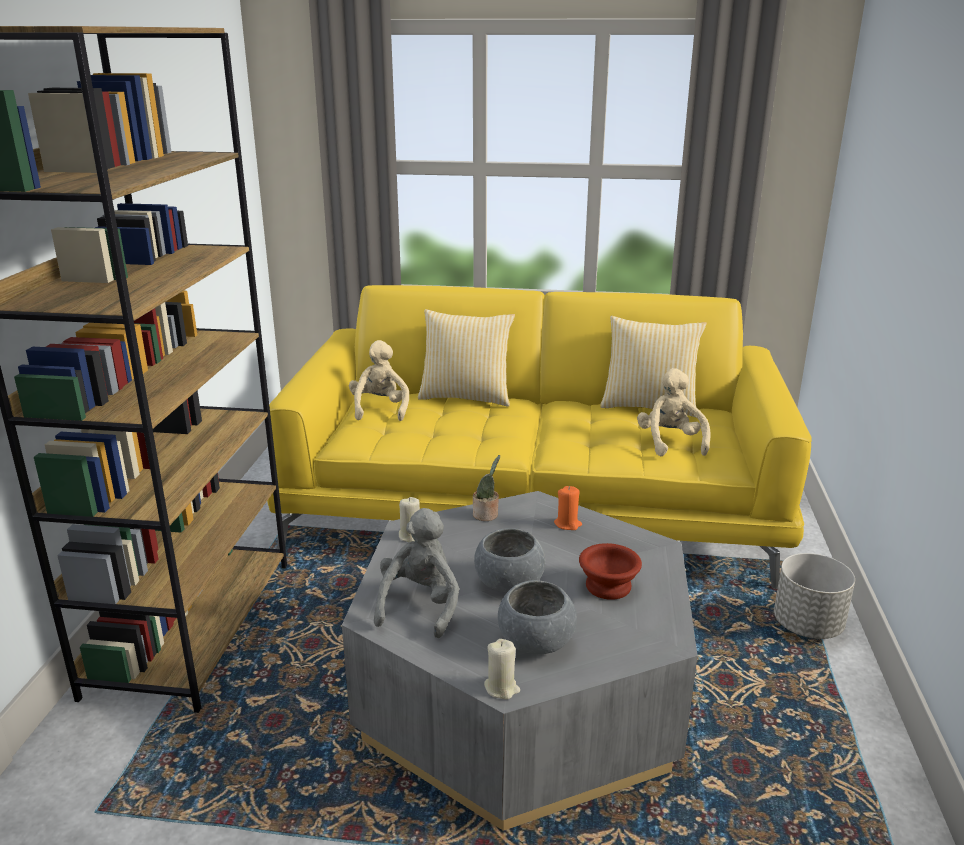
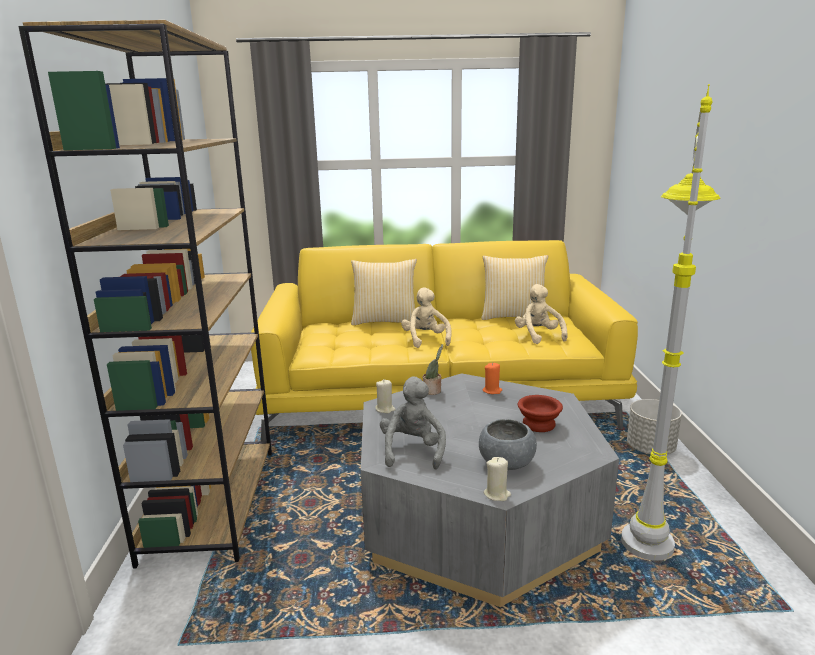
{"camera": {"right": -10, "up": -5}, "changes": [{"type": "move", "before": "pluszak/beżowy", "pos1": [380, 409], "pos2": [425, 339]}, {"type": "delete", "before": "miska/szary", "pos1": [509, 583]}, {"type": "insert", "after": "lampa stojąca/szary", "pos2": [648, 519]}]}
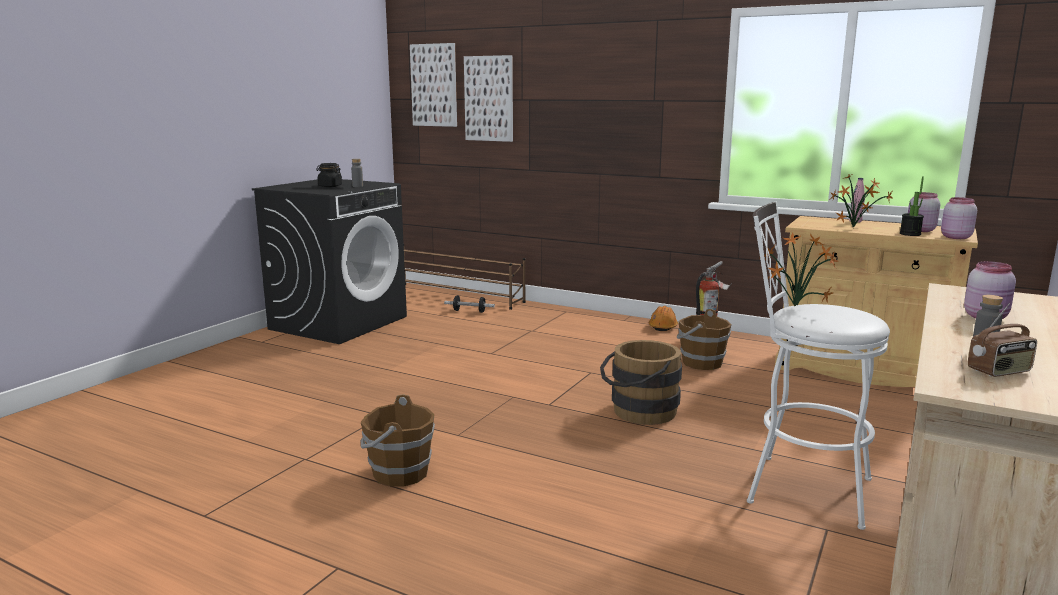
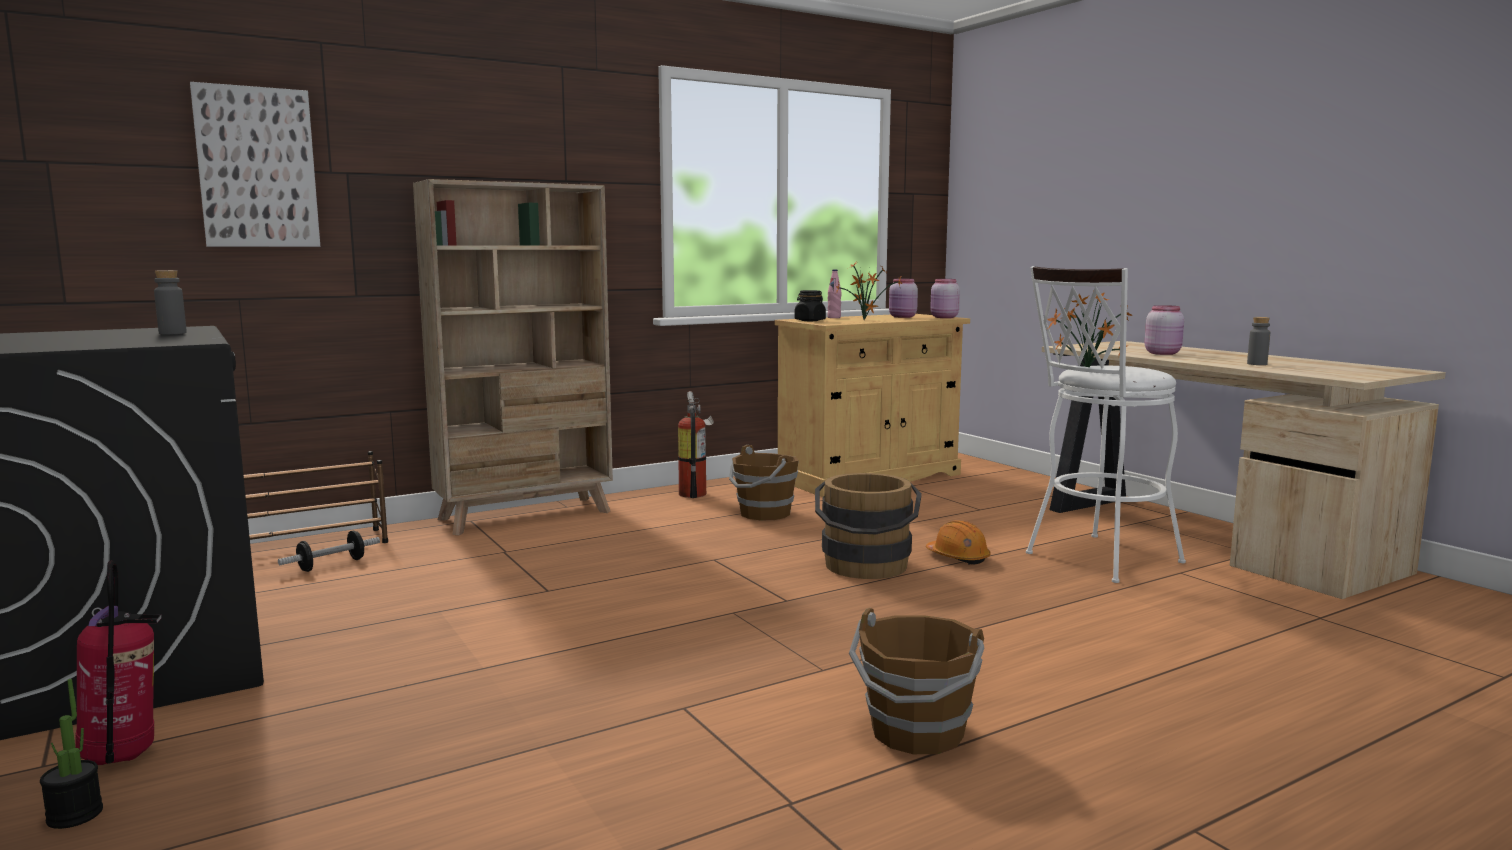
{"camera": {"right": -60, "up": -5}, "changes": [{"type": "move", "before": "słoik/czarny", "pos1": [330, 186], "pos2": [809, 320]}, {"type": "delete", "before": "obraz", "pos1": [434, 85]}, {"type": "move", "before": "kask/pomarańczowy", "pos1": [663, 327], "pos2": [958, 557]}, {"type": "move", "before": "roślina doniczkowa", "pos1": [910, 234], "pos2": [75, 815]}, {"type": "delete", "before": "radio", "pos1": [999, 371]}, {"type": "insert", "after": "gaśnica", "pos2": [123, 758]}, {"type": "insert", "after": "regał/beżowy", "pos2": [526, 516]}]}
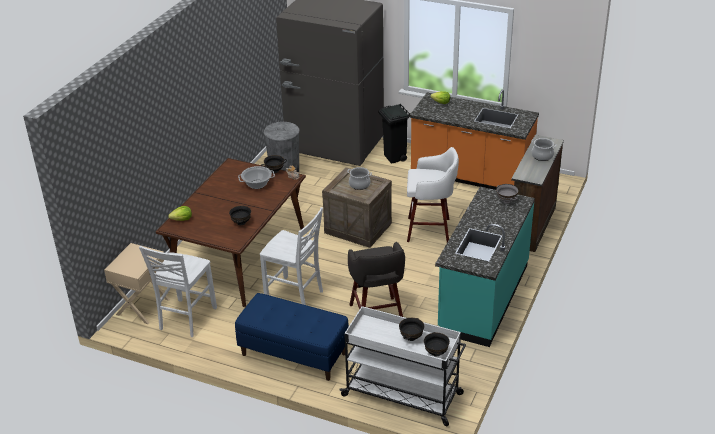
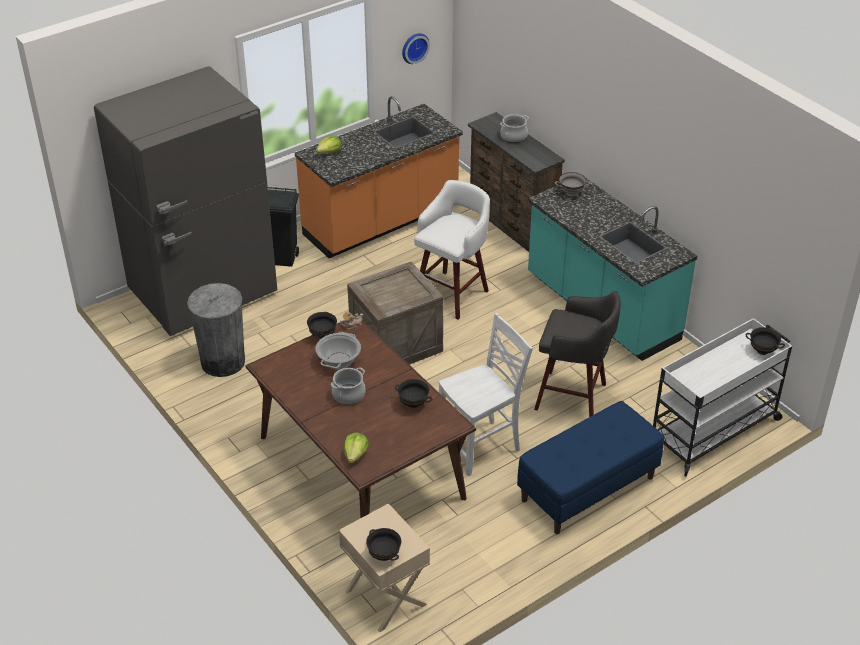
{"camera": {"right": -60, "up": 5}, "changes": [{"type": "delete", "before": "krzesło/biały", "pos1": [186, 319]}, {"type": "move", "before": "garnek", "pos1": [359, 185], "pos2": [348, 395]}, {"type": "move", "before": "miska/czarny", "pos1": [411, 337], "pos2": [383, 555]}, {"type": "insert", "after": "zegar ścienny", "pos2": [414, 47]}]}
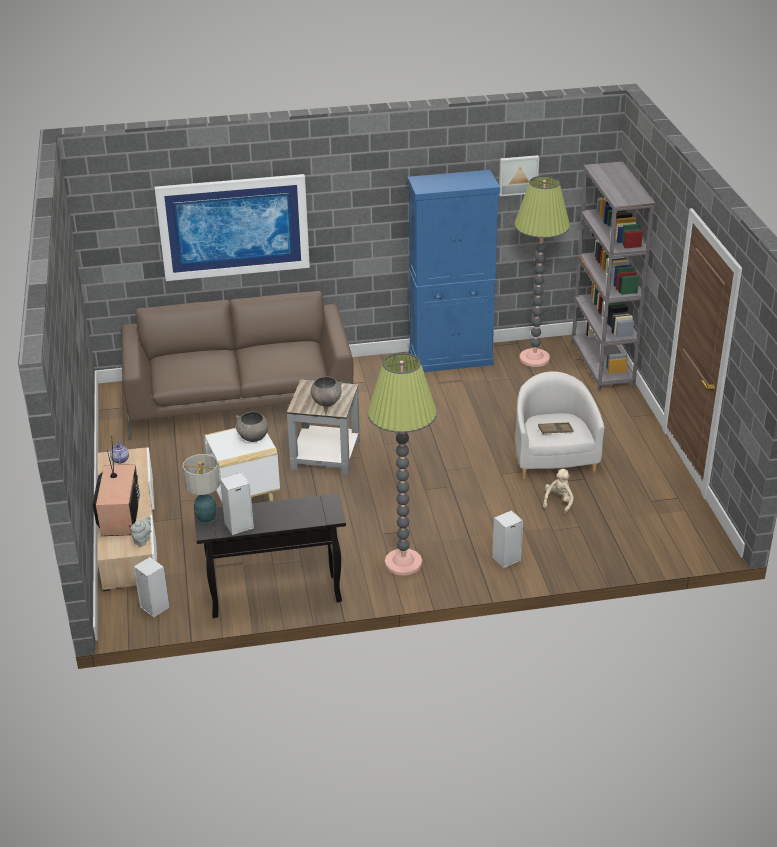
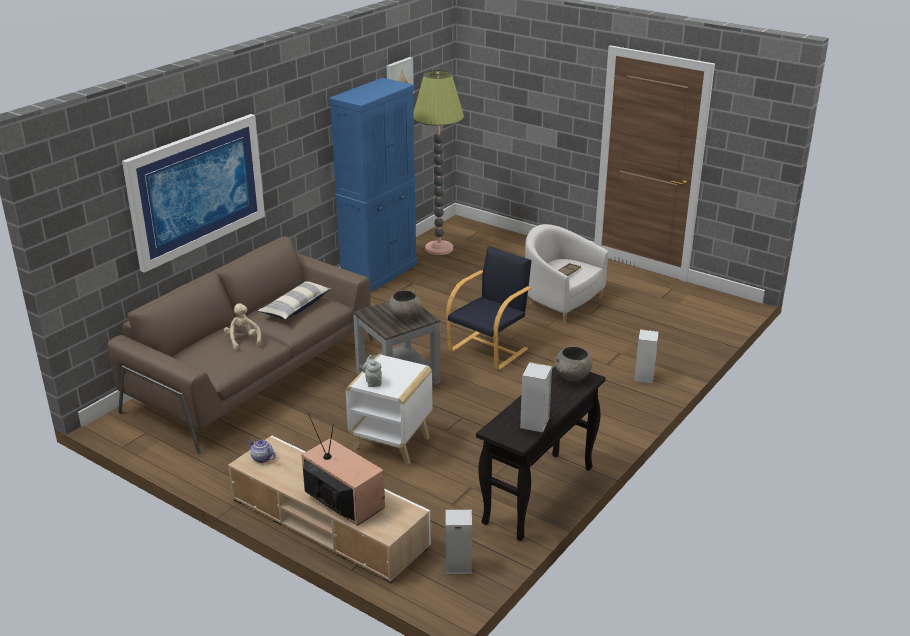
{"camera": {"right": -45, "up": -5}, "changes": [{"type": "move", "before": "imbryk/szary", "pos1": [143, 540], "pos2": [373, 382]}, {"type": "delete", "before": "lampa stołowa", "pos1": [206, 518]}, {"type": "move", "before": "miska/szary", "pos1": [253, 438], "pos2": [572, 377]}, {"type": "delete", "before": "lampa stojąca", "pos1": [403, 563]}, {"type": "move", "before": "pluszak/beżowy", "pos1": [558, 502], "pos2": [243, 340]}, {"type": "delete", "before": "regał/szary", "pos1": [602, 365]}, {"type": "insert", "after": "poduszka", "pos2": [296, 307]}, {"type": "insert", "after": "fotel/czarny", "pos2": [489, 349]}]}
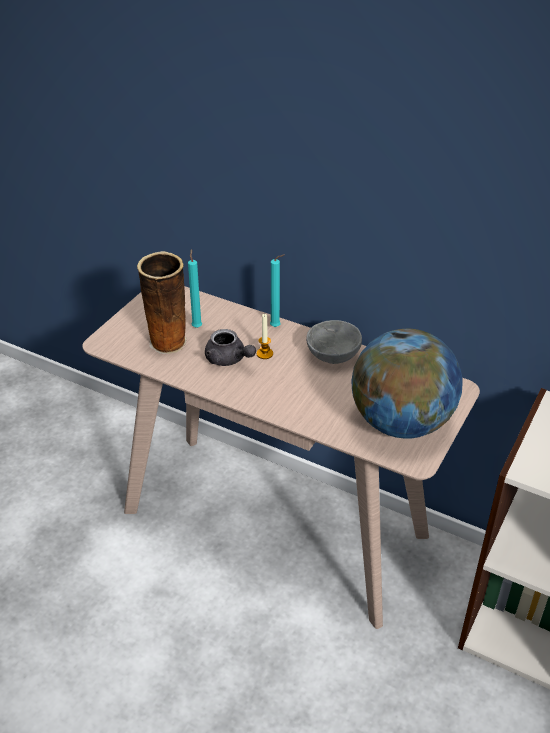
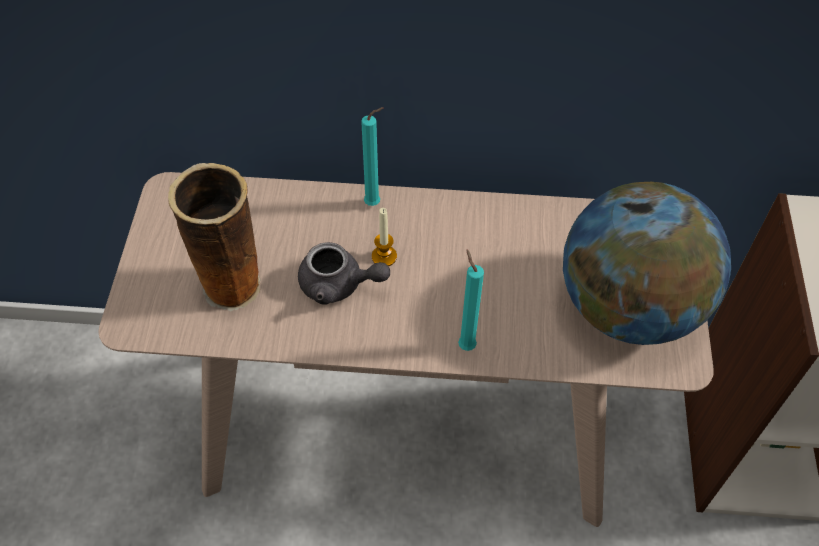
{"camera": {"right": -25, "up": 15}, "changes": [{"type": "move", "before": "świeca/turkusowy", "pos1": [197, 326], "pos2": [465, 344]}, {"type": "delete", "before": "miska/szary", "pos1": [332, 355]}]}
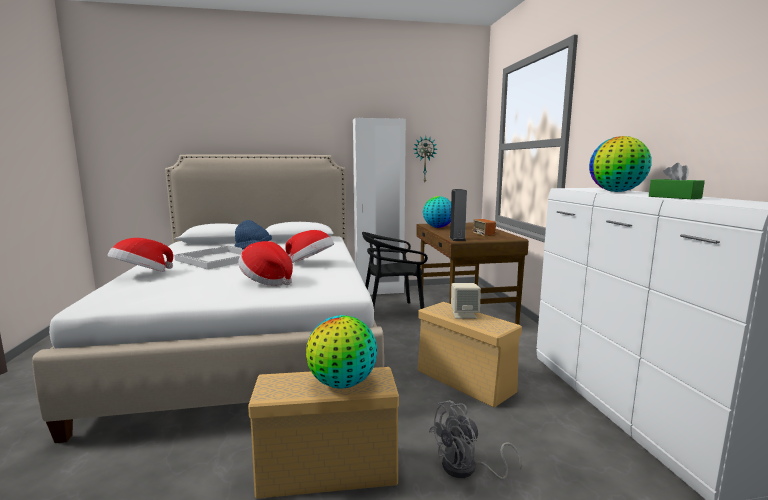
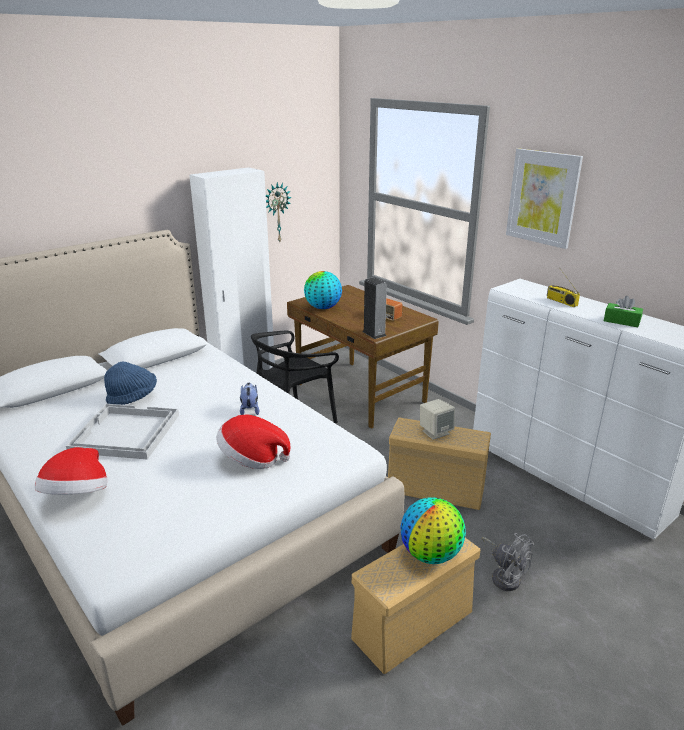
{"camera": {"right": -30, "up": 15}, "changes": [{"type": "replace", "before": "kapelusz", "after": "pluszak", "pos1": [311, 263], "pos2": [250, 410]}, {"type": "rotate", "before": "wentylator/szary", "pos1": [467, 469], "pos2": [504, 576], "turn": -75}, {"type": "replace", "before": "globus", "after": "radio", "pos1": [616, 192], "pos2": [561, 301]}, {"type": "insert", "after": "obraz", "pos2": [543, 197]}]}
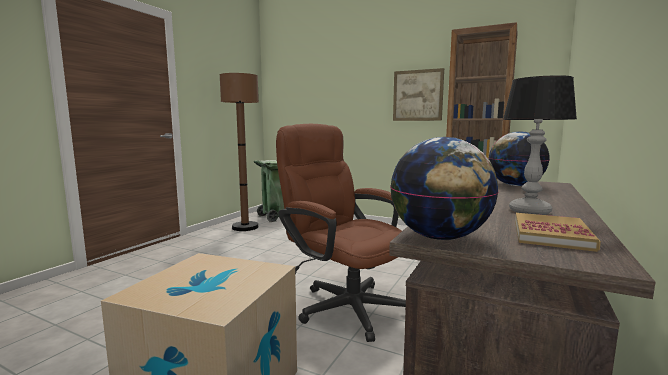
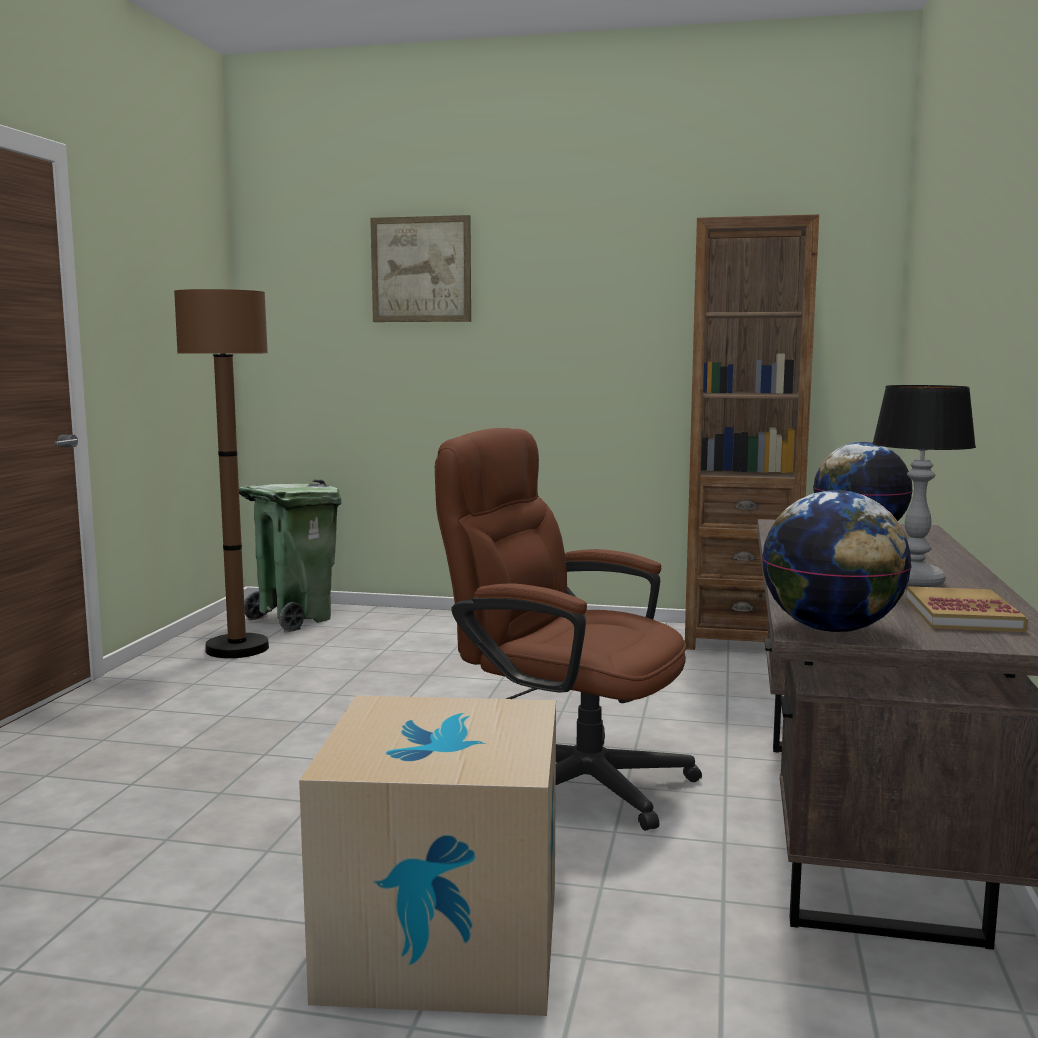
{"camera": {"right": -15, "up": 0}, "changes": [{"type": "move", "before": "obraz", "pos1": [417, 95], "pos2": [421, 269]}]}
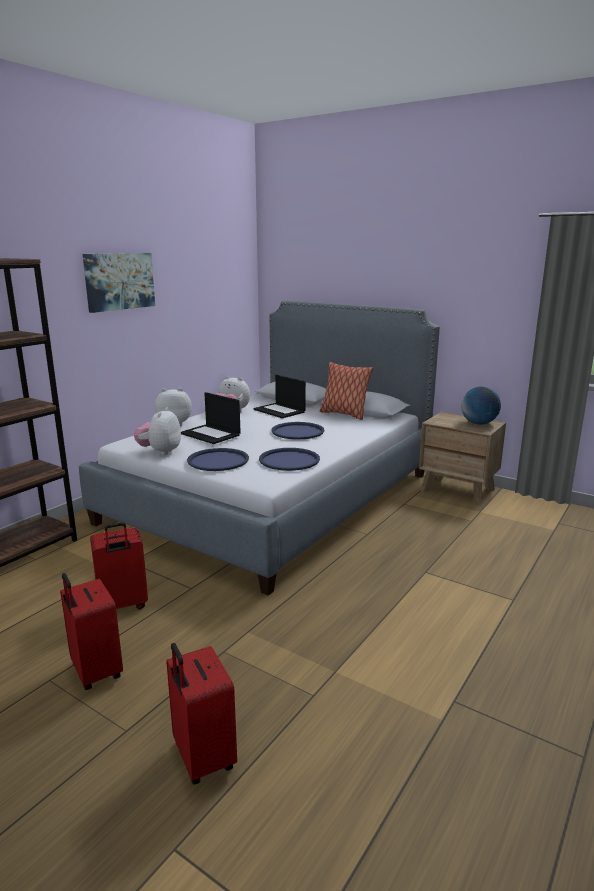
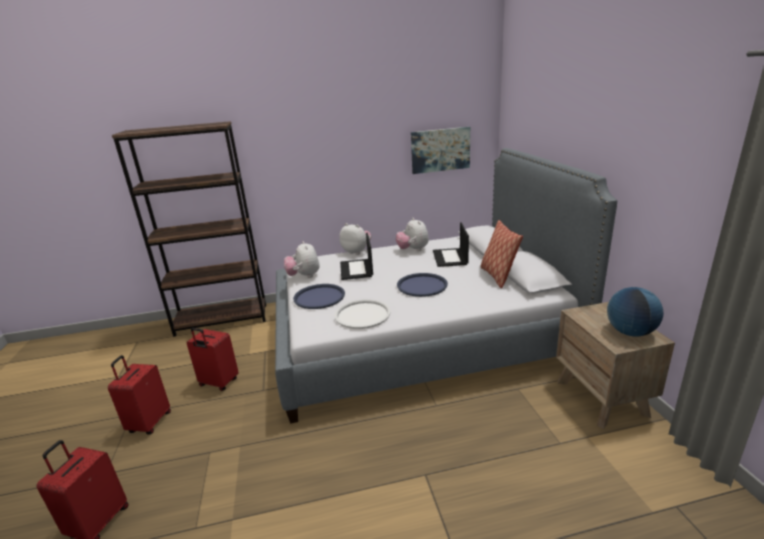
{"camera": {"right": 45, "up": 5}, "changes": [{"type": "move", "before": "obraz", "pos1": [119, 281], "pos2": [440, 150]}, {"type": "rotate", "before": "pluszak", "pos1": [160, 452], "pos2": [304, 276], "turn": -75}, {"type": "recolor", "before": "taca/niebieski", "after": "taca/biały", "pos1": [289, 460], "pos2": [362, 314]}]}
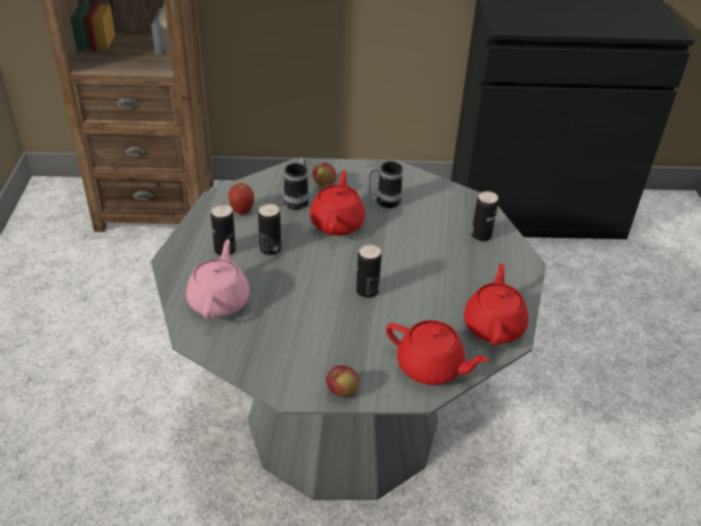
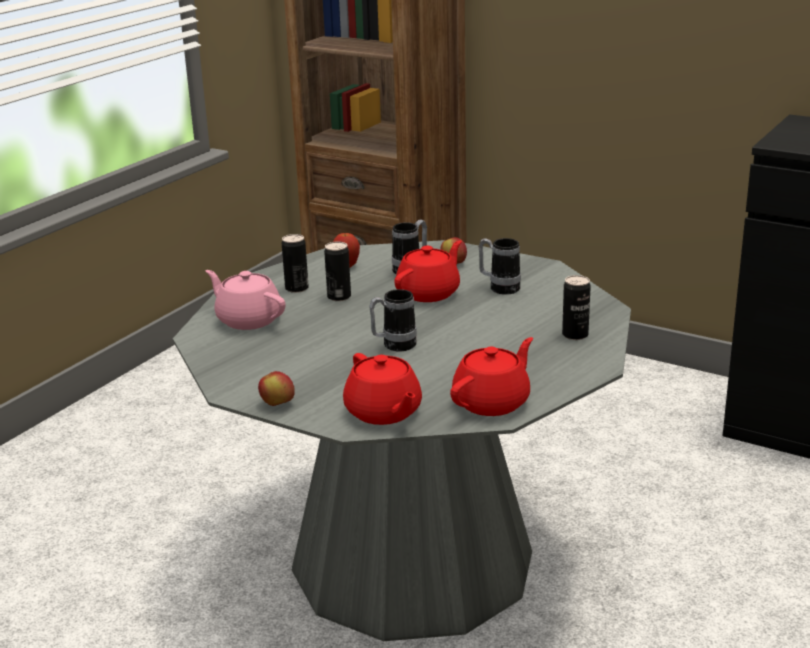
{"camera": {"right": 35, "up": -15}, "changes": [{"type": "rotate", "before": "imbryk/różowy", "pos1": [220, 301], "pos2": [248, 320], "turn": -90}, {"type": "replace", "before": "puszka", "after": "kubek", "pos1": [367, 291], "pos2": [393, 346]}]}
